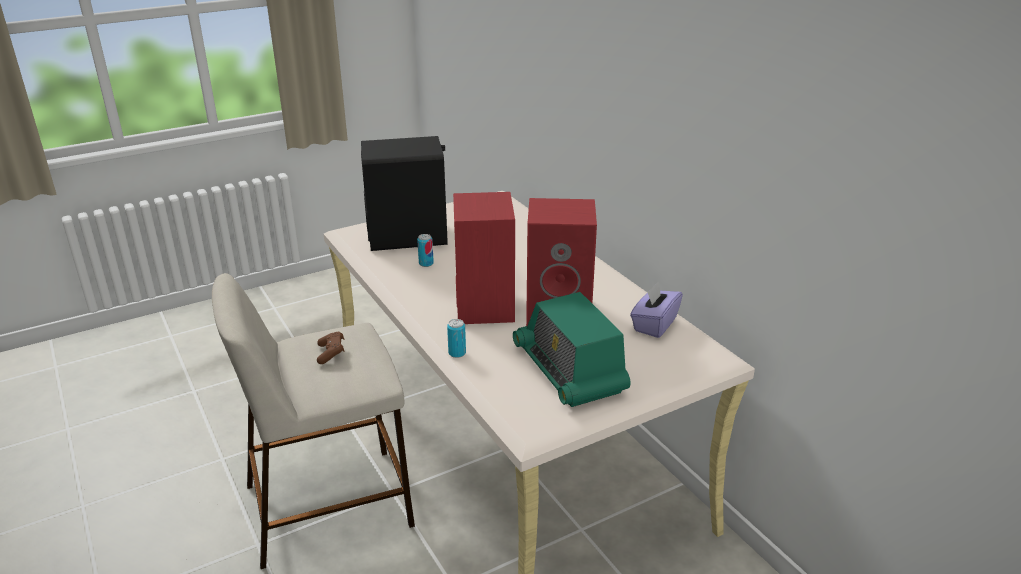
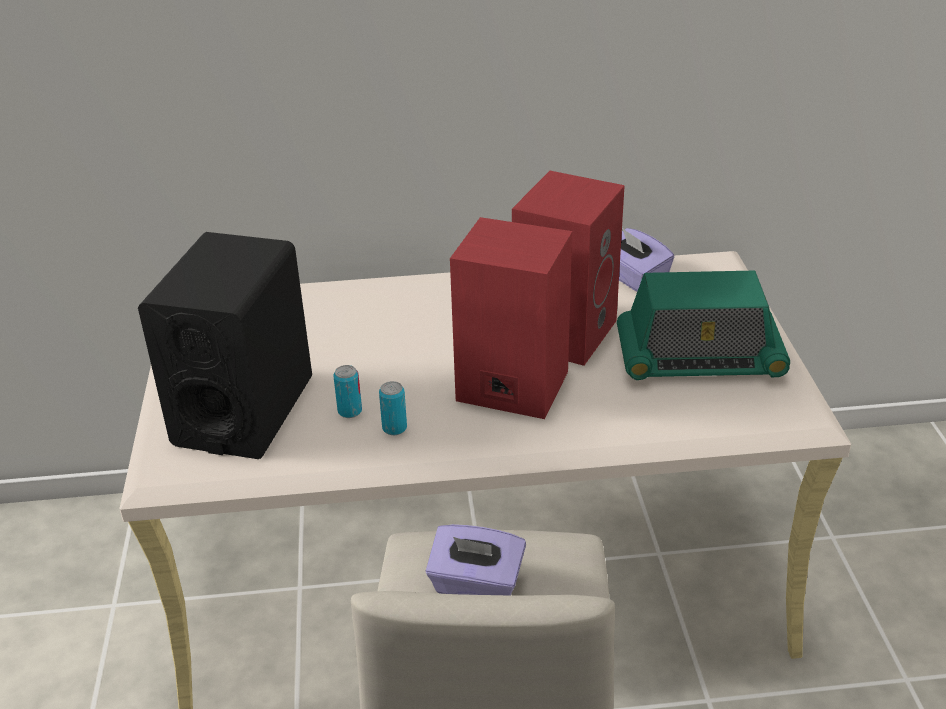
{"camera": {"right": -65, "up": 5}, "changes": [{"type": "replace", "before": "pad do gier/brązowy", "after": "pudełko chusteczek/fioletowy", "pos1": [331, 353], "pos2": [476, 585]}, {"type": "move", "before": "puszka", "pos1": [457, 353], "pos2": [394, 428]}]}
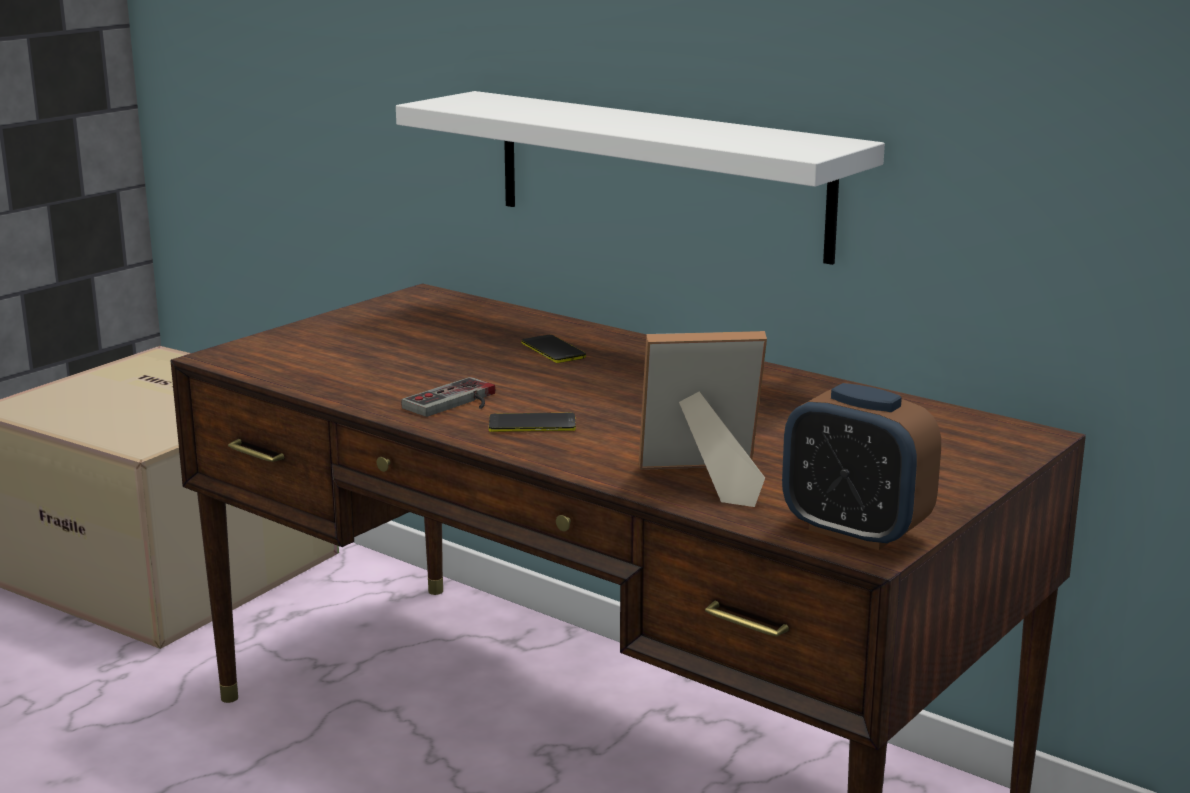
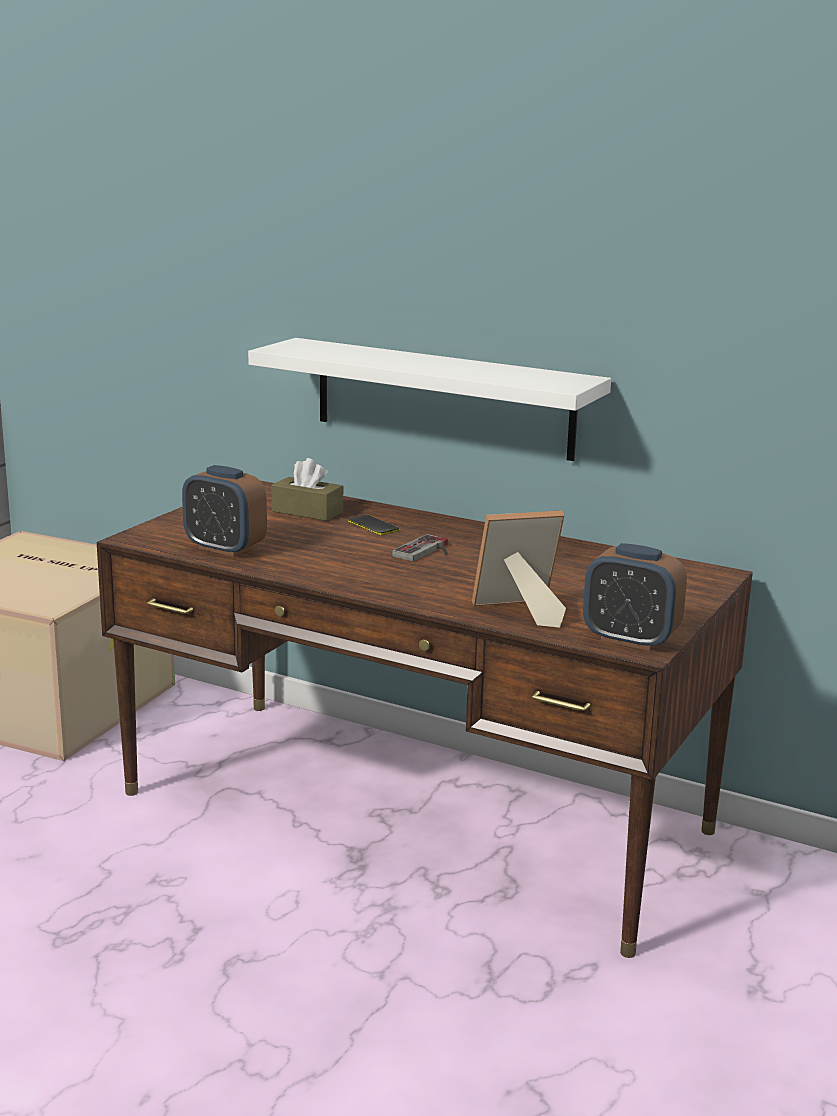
{"camera": {"right": -10, "up": 0}, "changes": [{"type": "move", "before": "pad do gier", "pos1": [456, 403], "pos2": [426, 552]}, {"type": "delete", "before": "telefon", "pos1": [532, 424]}, {"type": "insert", "after": "budzik", "pos2": [225, 548]}, {"type": "insert", "after": "pudełko chusteczek/brązowy", "pos2": [307, 511]}]}
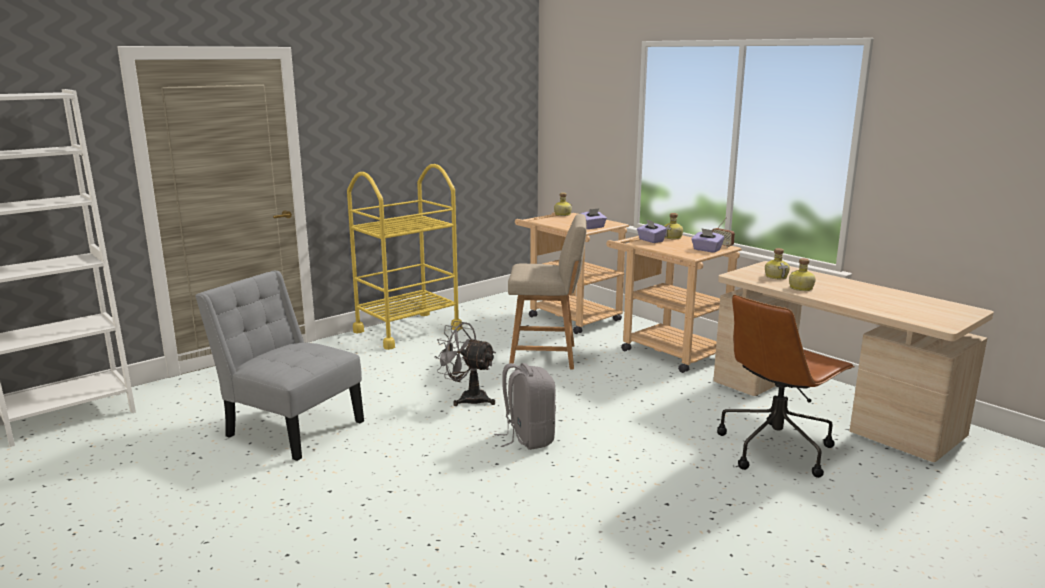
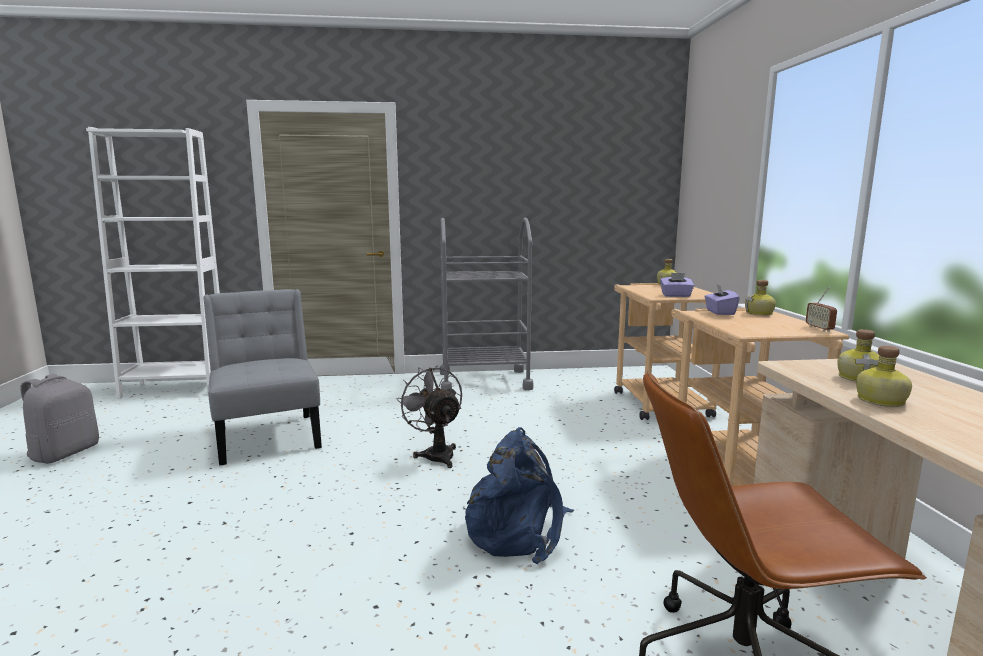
{"camera": {"right": 35, "up": -5}, "changes": [{"type": "recolor", "before": "wózek/żółty", "after": "wózek/szary", "pos1": [407, 330], "pos2": [484, 381]}, {"type": "move", "before": "plecak/szary", "pos1": [528, 438], "pos2": [65, 453]}, {"type": "delete", "before": "krzesło/beżowy", "pos1": [547, 356]}, {"type": "delete", "before": "pudełko chusteczek/fioletowy", "pos1": [706, 250]}, {"type": "insert", "after": "plecak/niebieski", "pos2": [518, 530]}]}
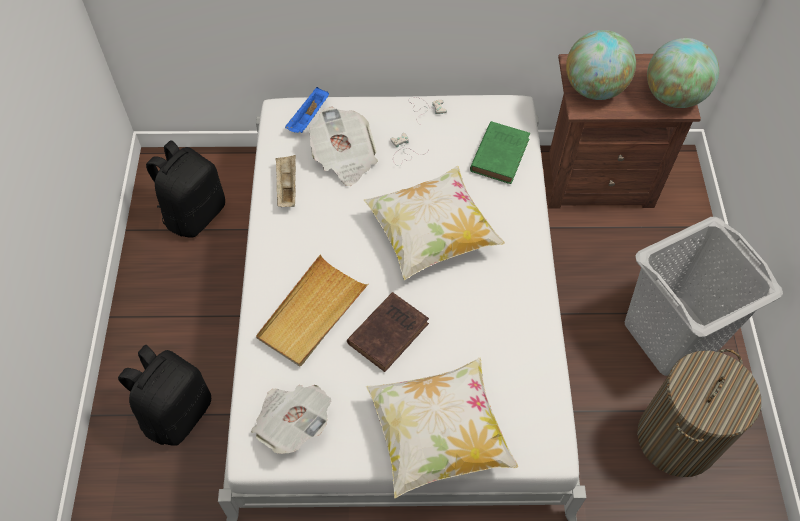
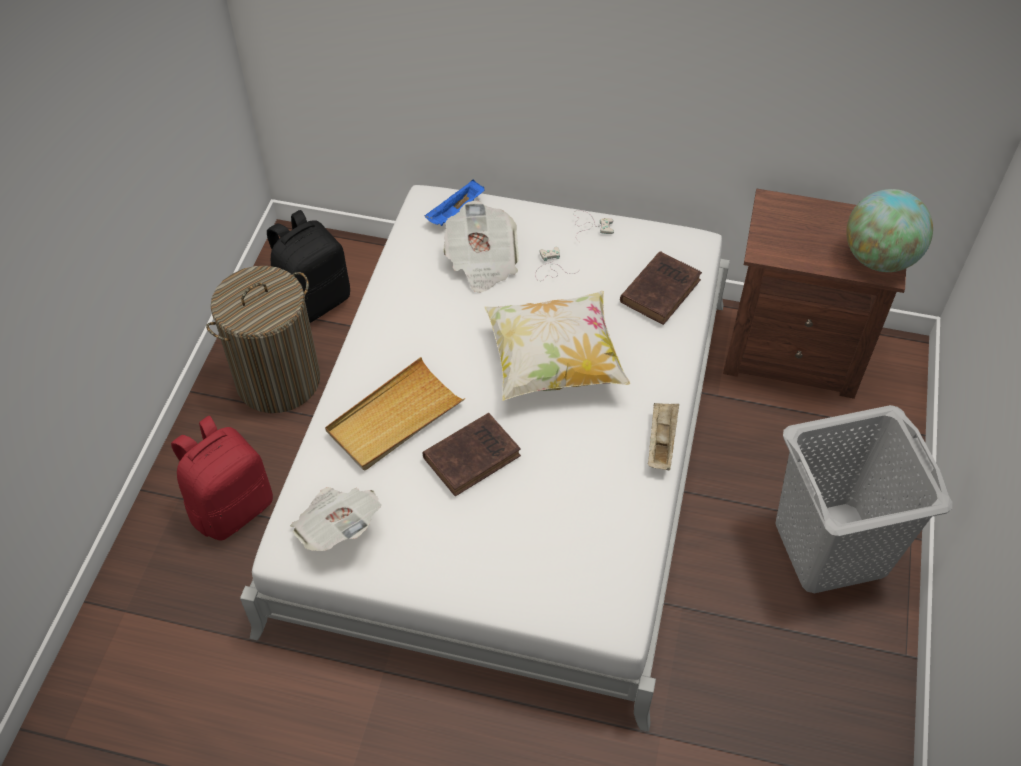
{"camera": {"right": 15, "up": -5}, "changes": [{"type": "recolor", "before": "plecak/czarny", "after": "plecak/czerwony", "pos1": [176, 412], "pos2": [232, 507]}, {"type": "move", "before": "taca/beżowy", "pos1": [287, 187], "pos2": [661, 442]}, {"type": "delete", "before": "poduszka", "pos1": [438, 436]}, {"type": "recolor", "before": "książka/zielony", "after": "książka/brązowy", "pos1": [500, 154], "pos2": [661, 290]}, {"type": "delete", "before": "globus", "pos1": [593, 89]}, {"type": "move", "before": "kosz na pranie", "pos1": [677, 438], "pos2": [278, 380]}]}
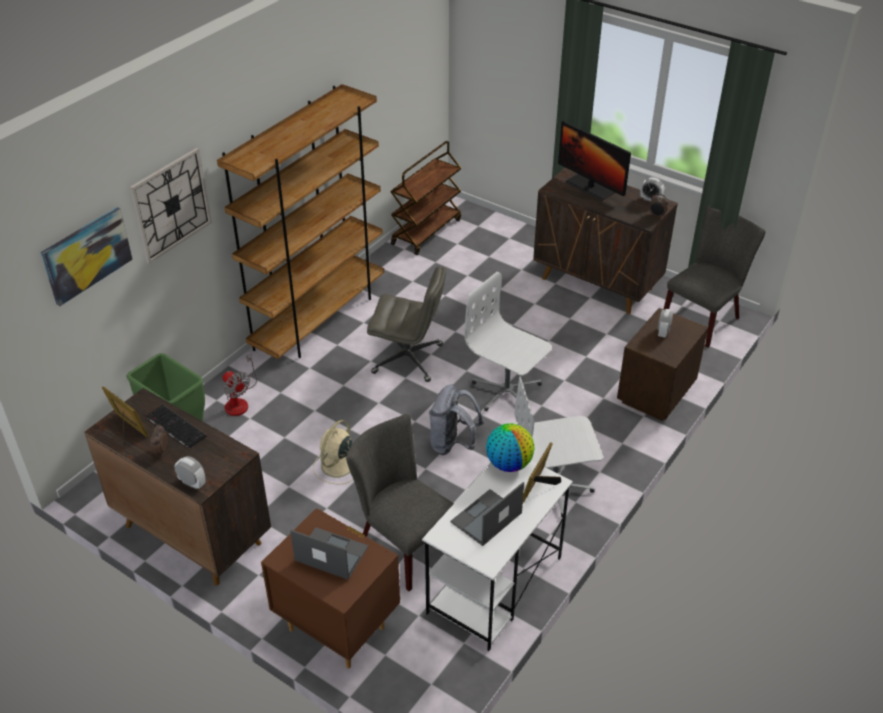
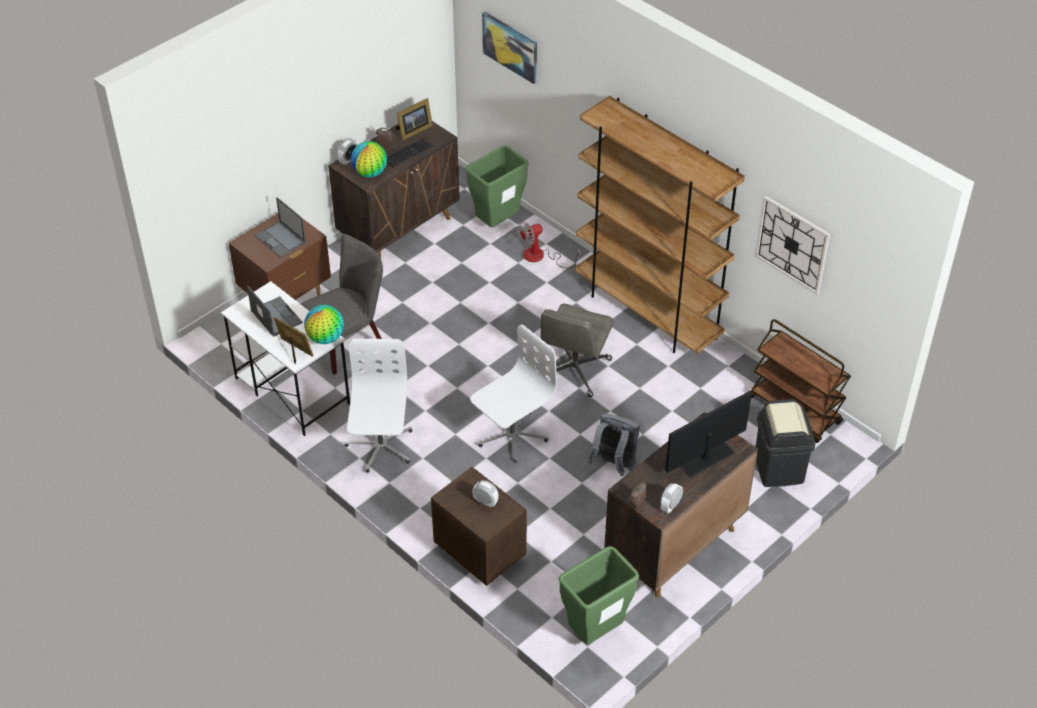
{"camera": {"right": 100, "up": 5}, "changes": [{"type": "move", "before": "zegar ścienny", "pos1": [171, 205], "pos2": [792, 244]}, {"type": "rotate", "before": "laptop", "pos1": [330, 553], "pos2": [281, 239], "turn": 105}, {"type": "delete", "before": "wentylator/beżowy", "pos1": [336, 466]}, {"type": "move", "before": "plecak/szary", "pos1": [452, 444], "pos2": [614, 464]}, {"type": "replace", "before": "krzesło/szary", "after": "kosz na śmieci/zielony", "pos1": [704, 318], "pos2": [594, 632]}, {"type": "insert", "after": "globus", "pos2": [370, 173]}, {"type": "insert", "after": "kosz na śmieci/czarny", "pos2": [778, 468]}]}
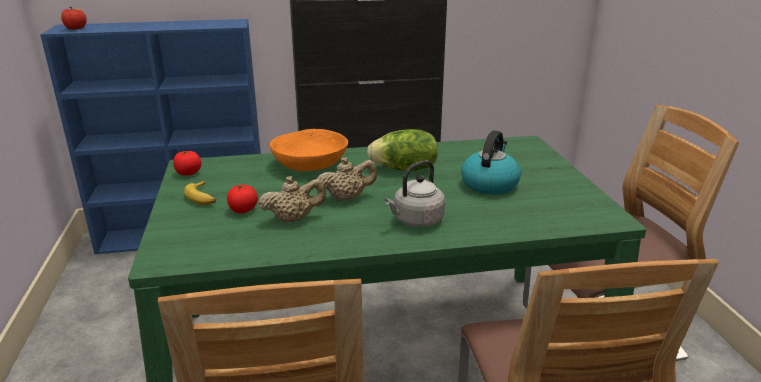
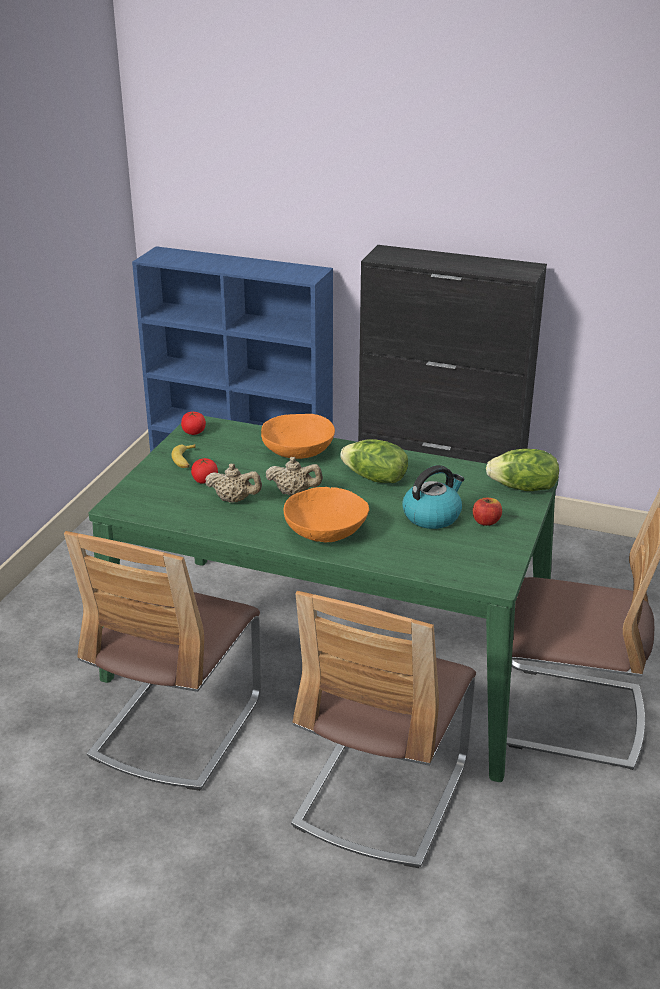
{"camera": {"right": 30, "up": 5}, "changes": [{"type": "move", "before": "jabłko", "pos1": [76, 28], "pos2": [486, 522]}, {"type": "replace", "before": "czajnik/szary", "after": "miska/pomarańczowy", "pos1": [416, 221], "pos2": [325, 531]}, {"type": "insert", "after": "sałata", "pos2": [523, 488]}]}
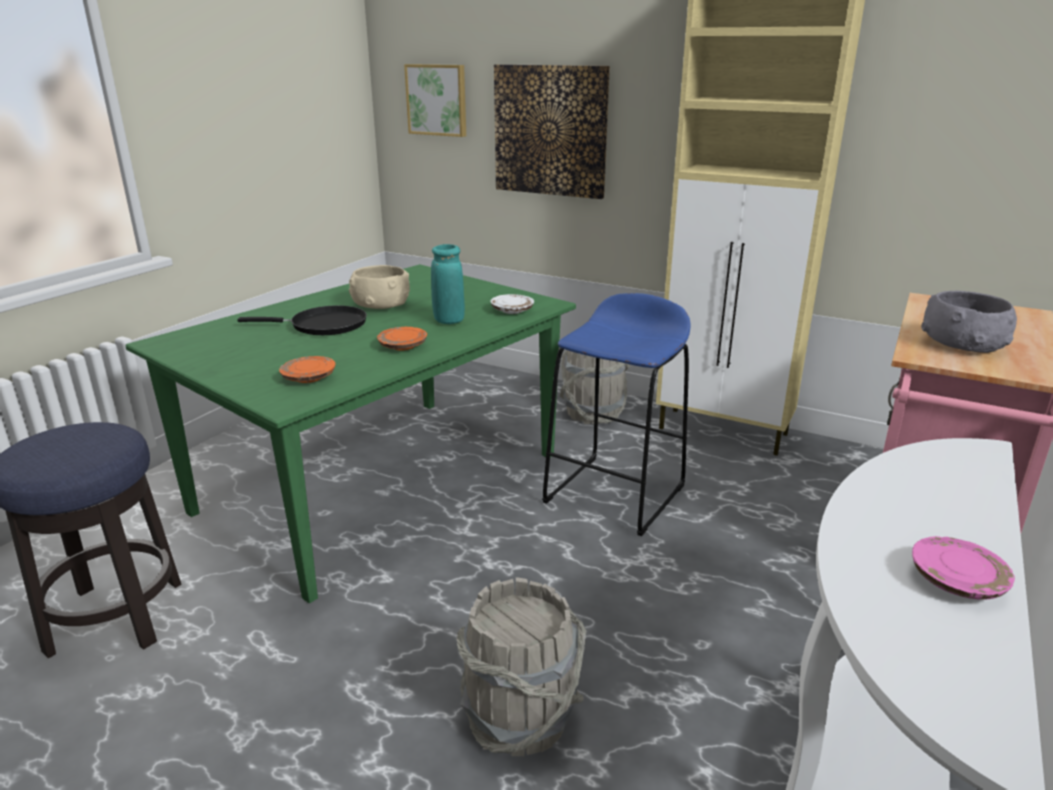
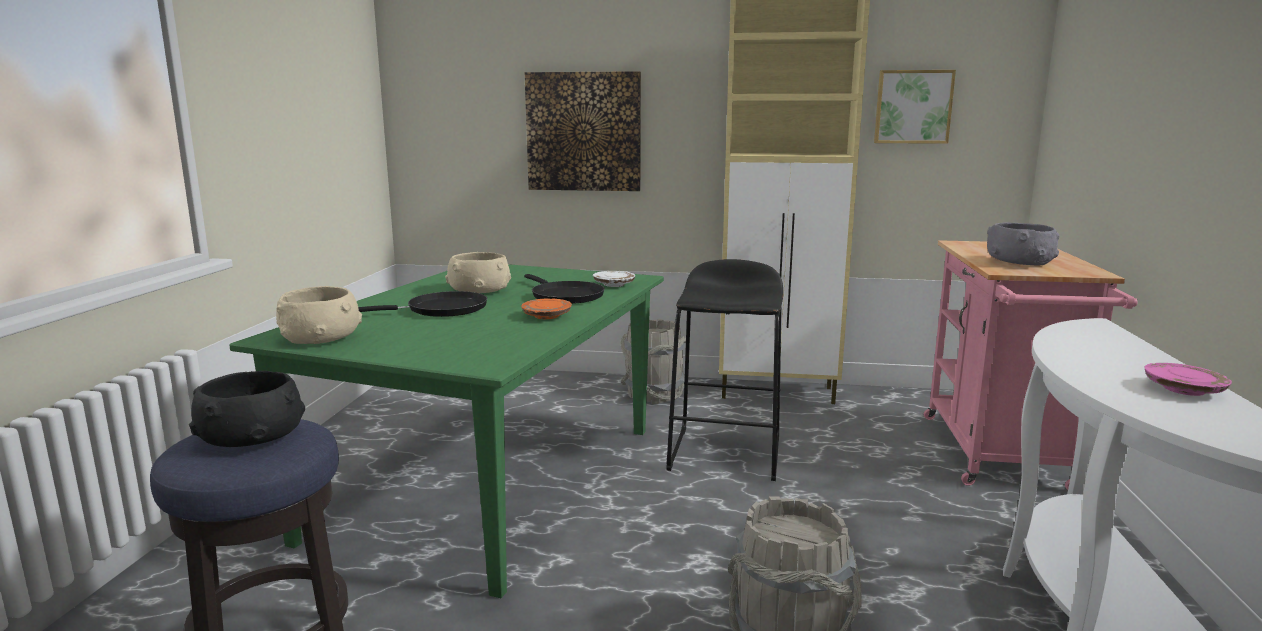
{"camera": {"right": -20, "up": -10}, "changes": [{"type": "delete", "before": "talerz/pomarańczowy", "pos1": [308, 378]}, {"type": "move", "before": "obraz", "pos1": [437, 100], "pos2": [913, 107]}, {"type": "replace", "before": "wazon/turkusowy", "after": "patelnia/czarny", "pos1": [449, 321], "pos2": [564, 296]}, {"type": "recolor", "before": "stołek/niebieski", "after": "stołek/czarny", "pos1": [615, 493], "pos2": [726, 453]}, {"type": "insert", "after": "miska/czarny", "pos2": [250, 437]}, {"type": "insert", "after": "miska/beżowy", "pos2": [321, 338]}]}
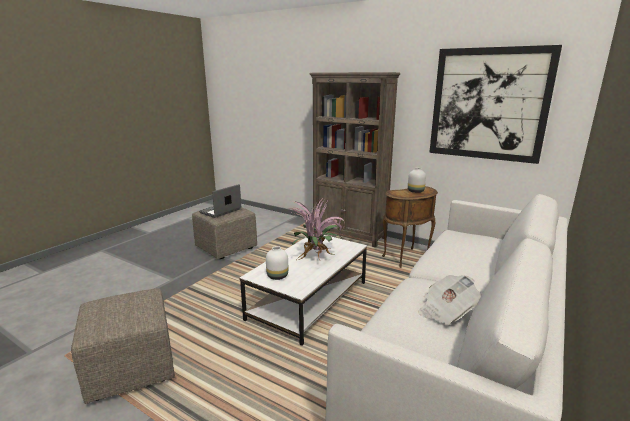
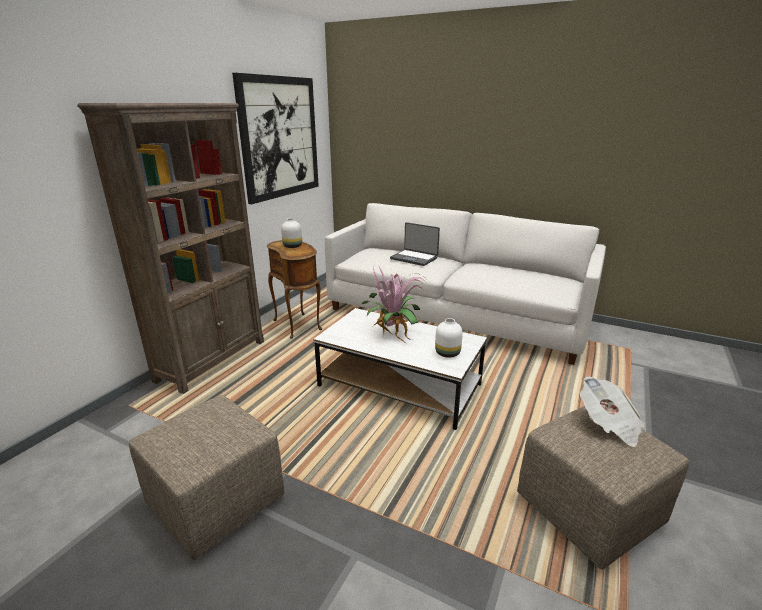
{"camera": {"right": -95, "up": 5}, "changes": [{"type": "move", "before": "laptop", "pos1": [221, 211], "pos2": [414, 258]}, {"type": "move", "before": "gazeta", "pos1": [445, 311], "pos2": [608, 424]}]}
